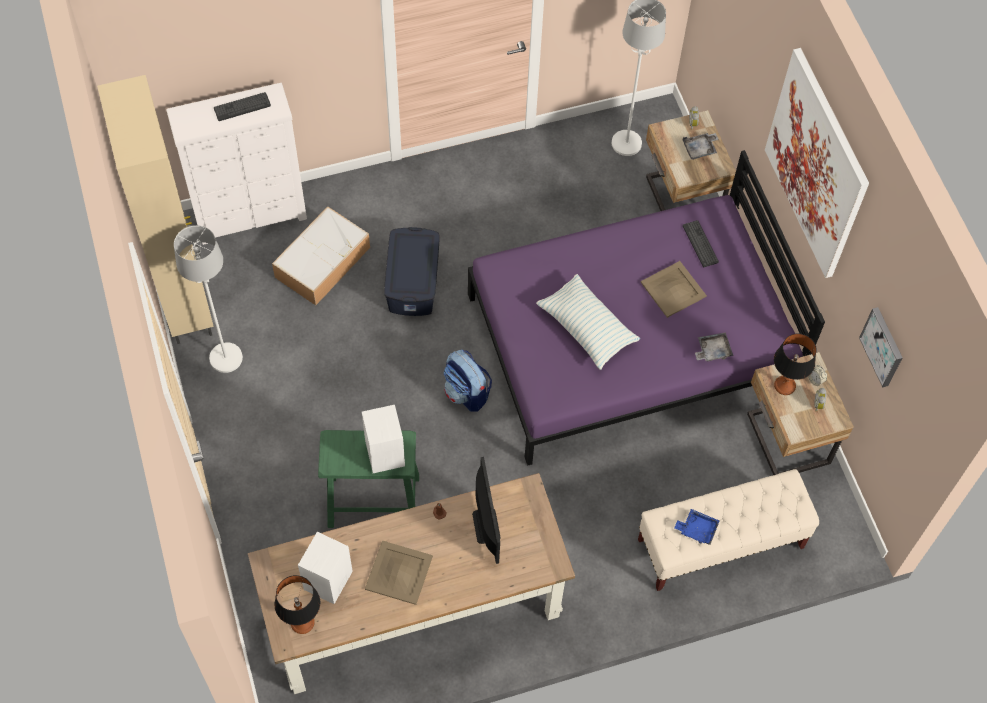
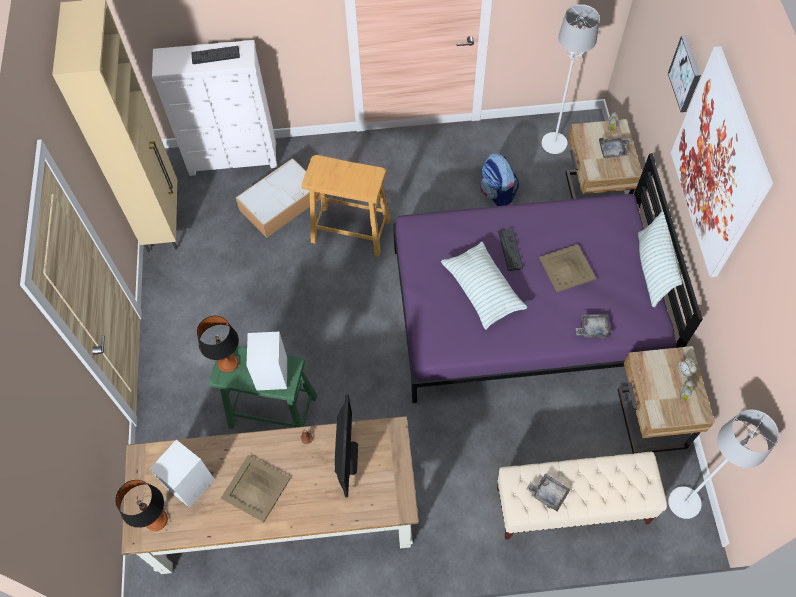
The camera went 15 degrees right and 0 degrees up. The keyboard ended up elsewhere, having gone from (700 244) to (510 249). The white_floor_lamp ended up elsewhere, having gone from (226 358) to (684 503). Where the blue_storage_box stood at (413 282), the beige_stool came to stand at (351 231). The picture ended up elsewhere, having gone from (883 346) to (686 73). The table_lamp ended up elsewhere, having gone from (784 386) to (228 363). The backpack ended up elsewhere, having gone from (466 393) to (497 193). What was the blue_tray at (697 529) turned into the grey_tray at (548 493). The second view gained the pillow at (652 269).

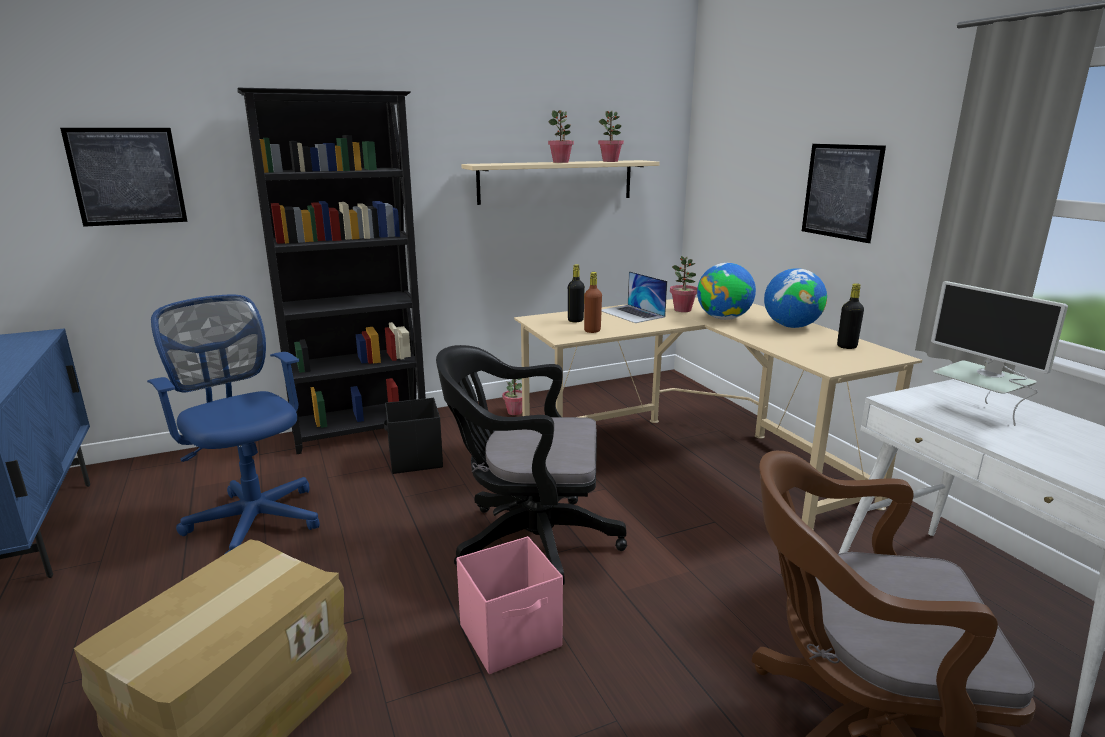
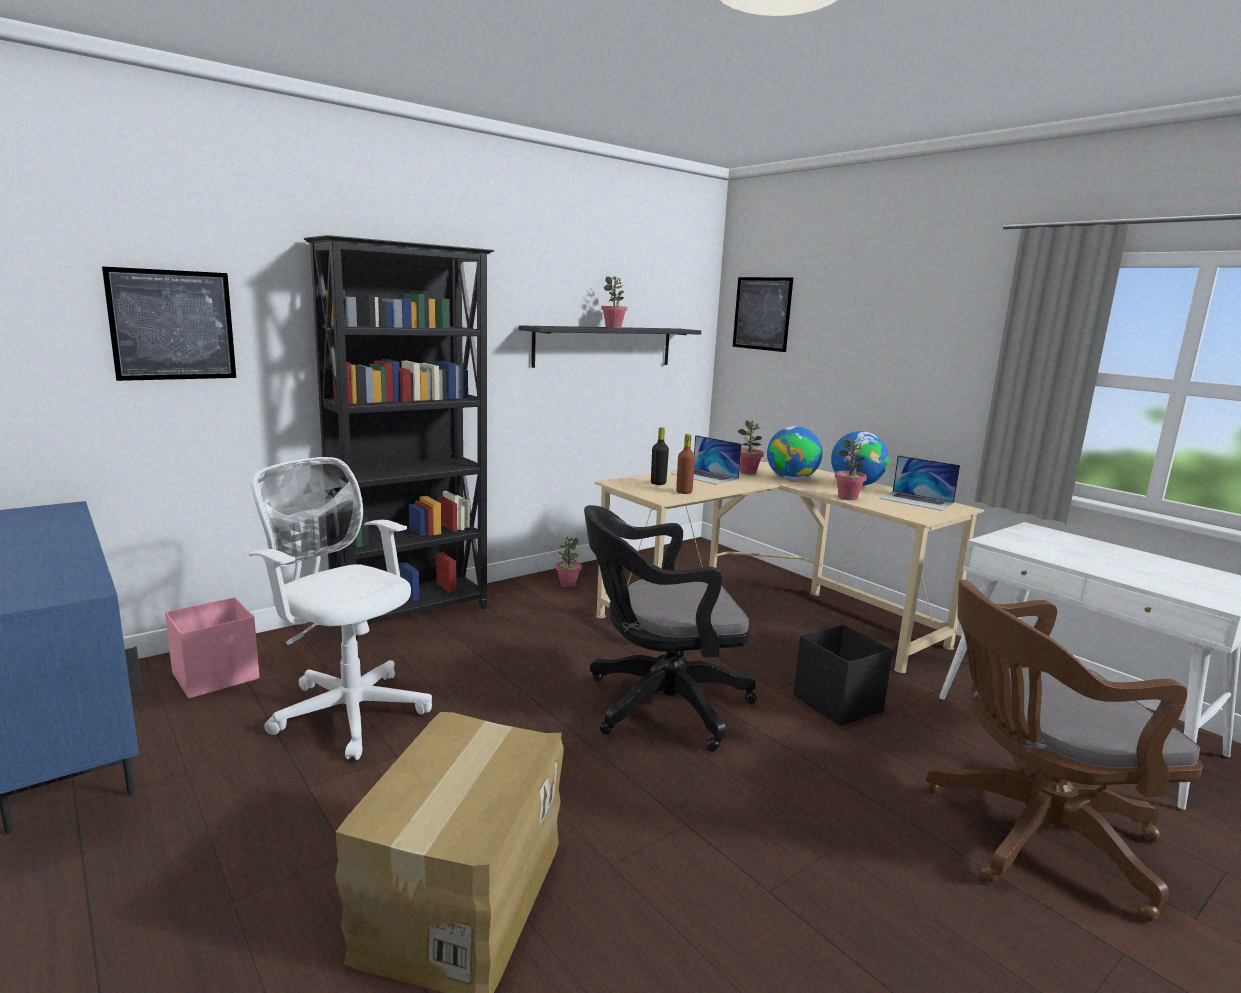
The camera went 15 degrees left and 5 degrees down. The potted_plant ended up elsewhere, having gone from (610 161) to (847 498). The picture ended up elsewhere, having gone from (841 191) to (762 313). What was the beige_shelf at (556 181) turned into the black_shelf at (604 346). The second view lost the monitor at (977 413). Where the black_bottle stood at (846 346), the laptop came to stand at (916 500). What was the blue_office_chair at (254 519) turned into the white_office_chair at (347 709). The black_storage_box ended up elsewhere, having gone from (415 459) to (838 704). The pink_storage_box ended up elsewhere, having gone from (512 636) to (217 676).

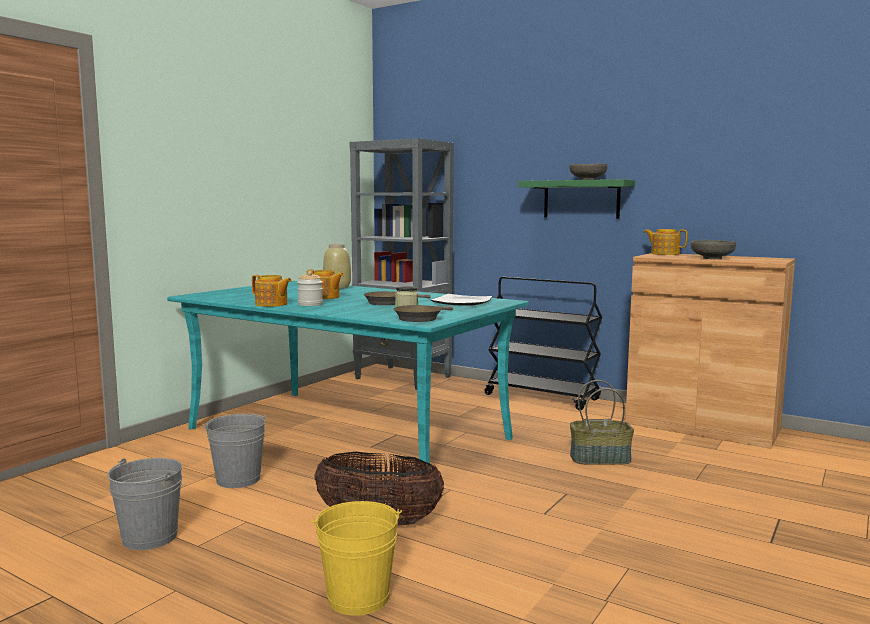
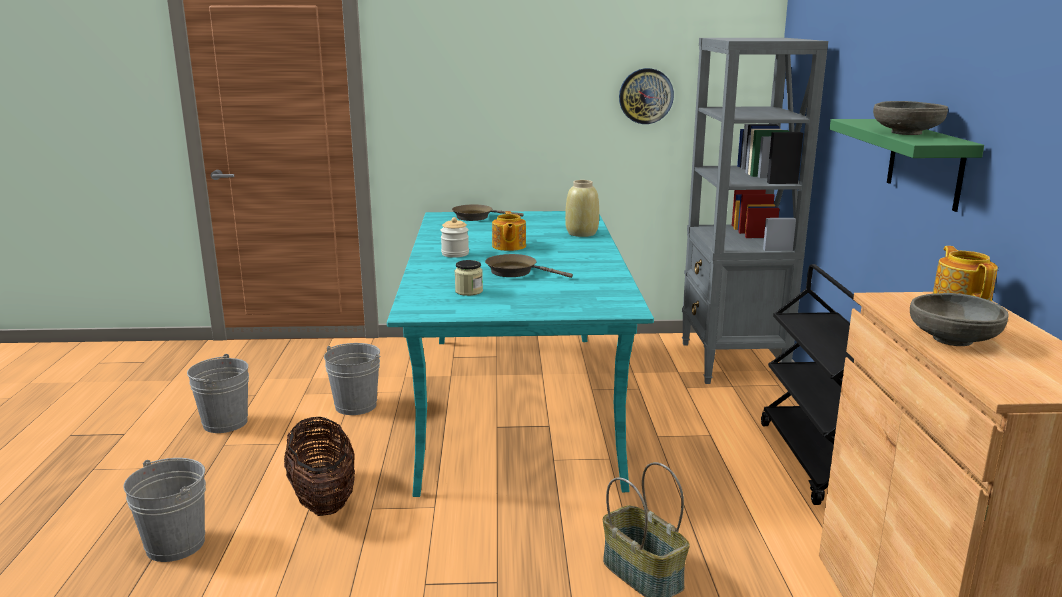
The camera went 55 degrees right and 10 degrees up. The second view lost the teapot at (271 304). The second view lost the plate at (461 302). The brown_frying_pan ended up elsewhere, having gone from (420 318) to (476 217). What was the yellow_bucket at (358 598) turned into the grey_bucket at (175 544). The second view gained the wall_clock at (646 96).

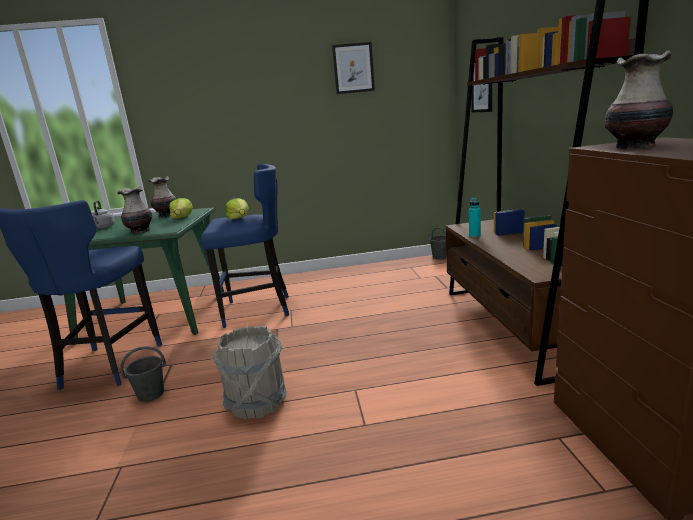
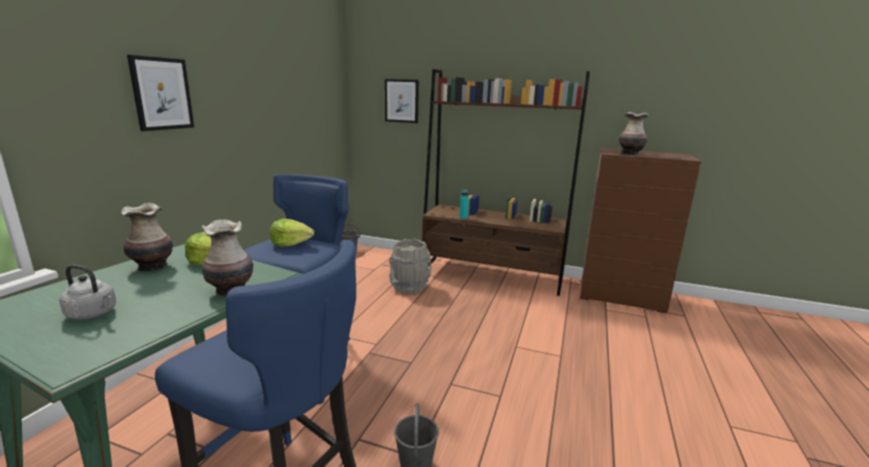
The camera went 65 degrees left and 0 degrees up. The picture ended up elsewhere, having gone from (353 68) to (162 94). The grey_bucket ended up elsewhere, having gone from (257 403) to (409 287).

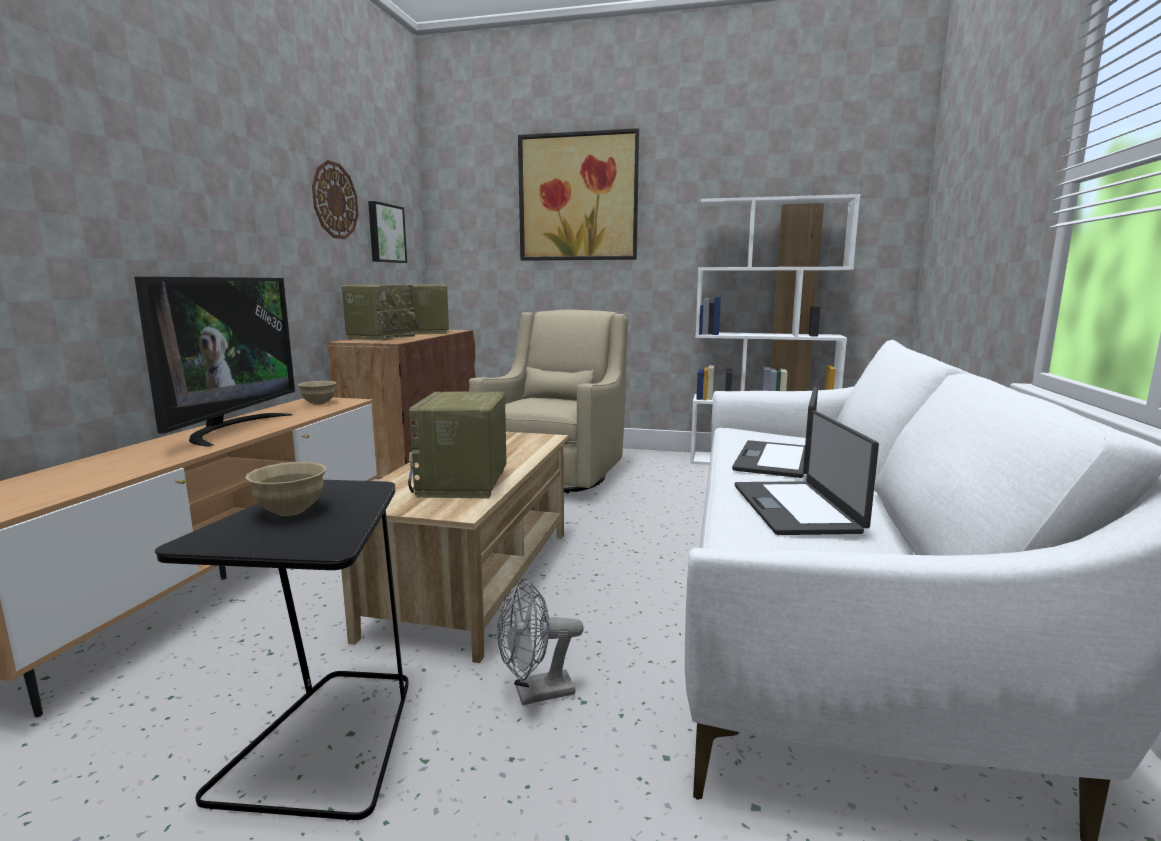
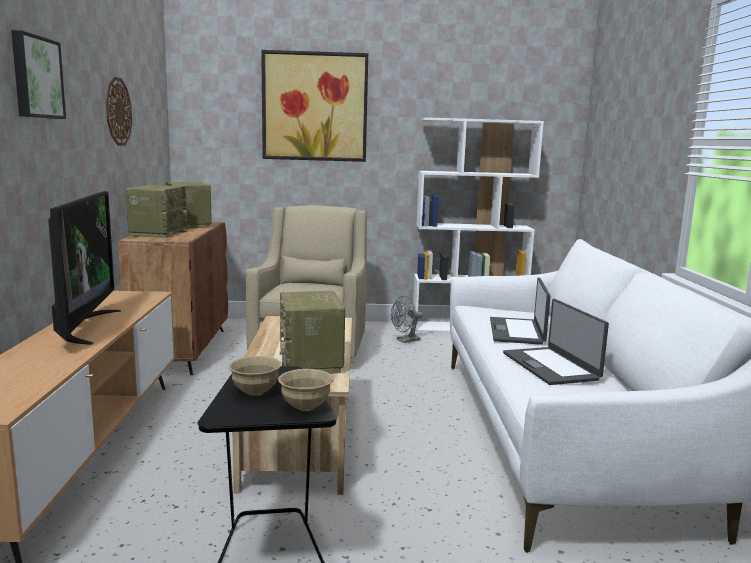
The camera went 15 degrees left and 0 degrees up. The picture ended up elsewhere, having gone from (385 233) to (35 77). The beige_bowl ended up elsewhere, having gone from (319 403) to (305 407). The grey_fan ended up elsewhere, having gone from (535 694) to (405 341).

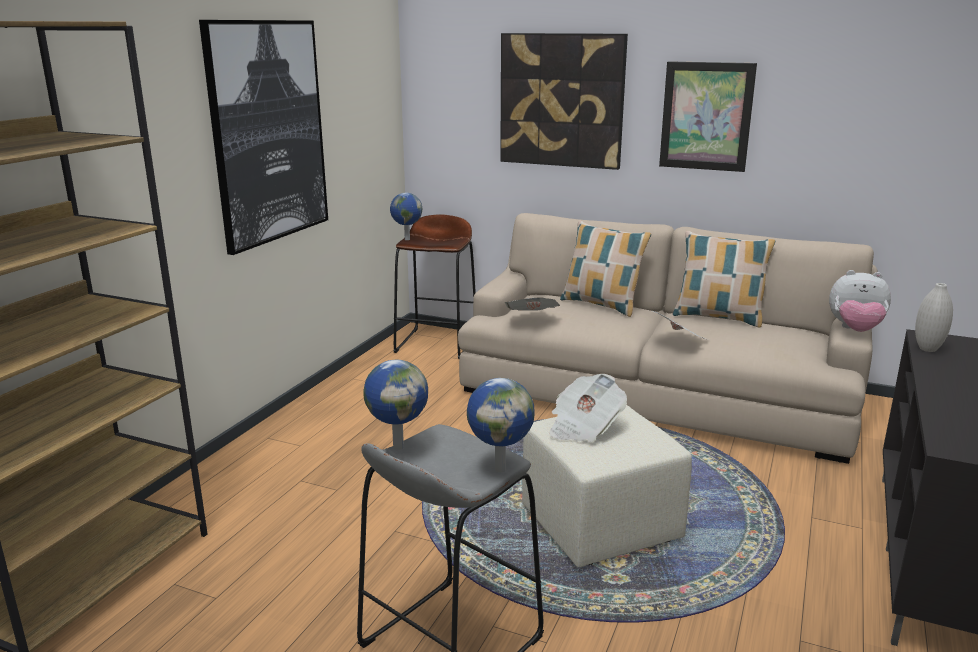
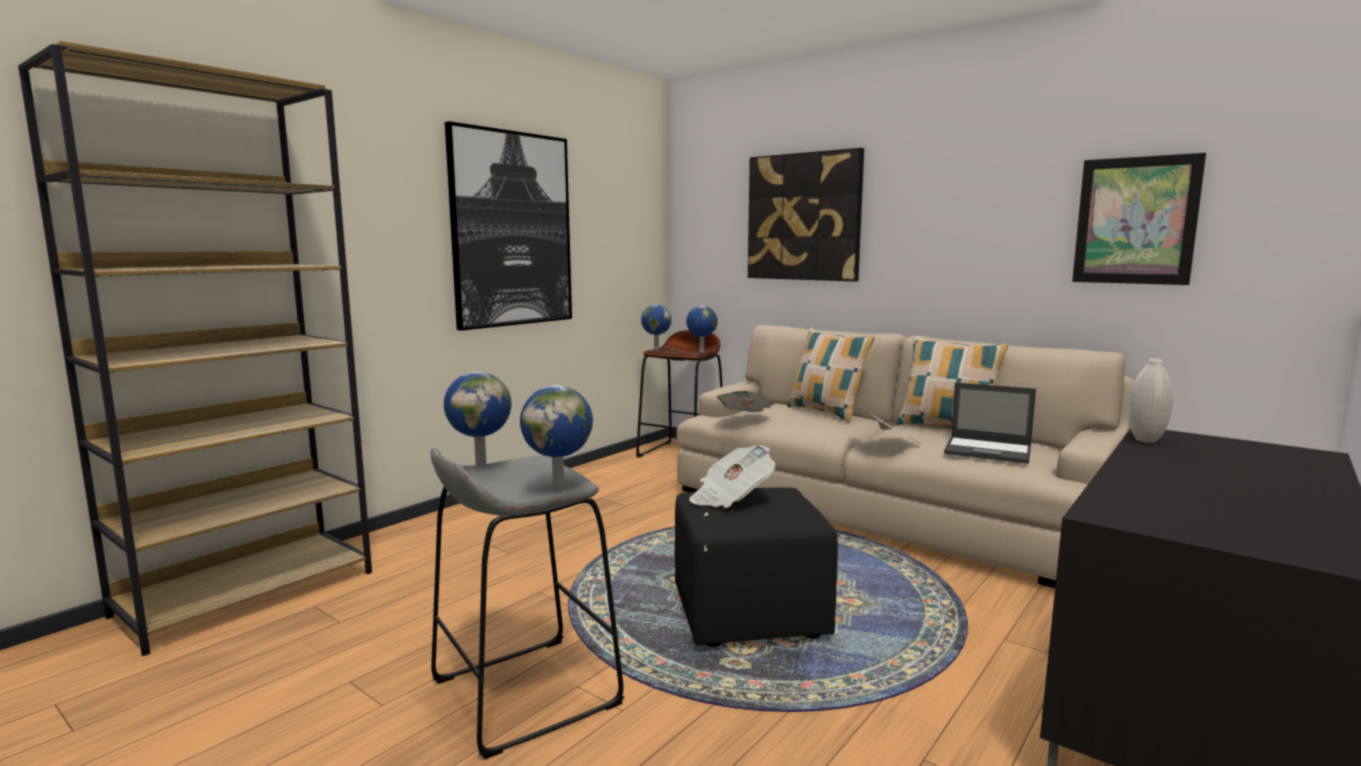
The camera went 15 degrees right and 10 degrees down. The picture ended up elsewhere, having gone from (706 116) to (1135 221). The second view lost the plush_toy at (855 330). What was the beige_ottoman at (599 527) turned into the black_ottoman at (747 615). The second view gained the globe at (701 351). The second view gained the laptop at (989 451).

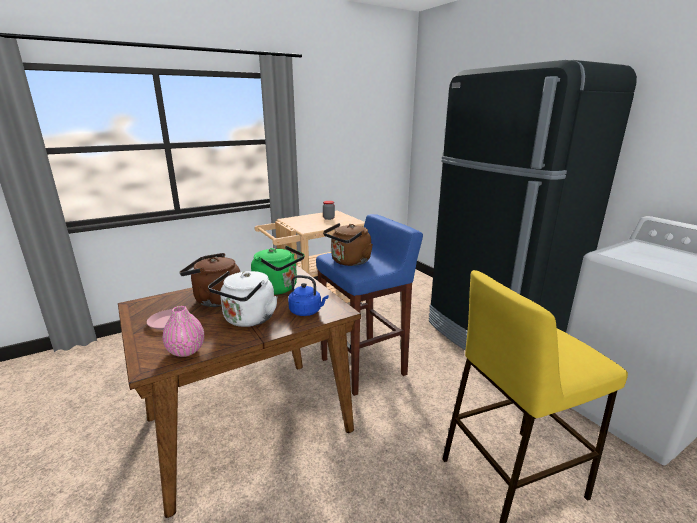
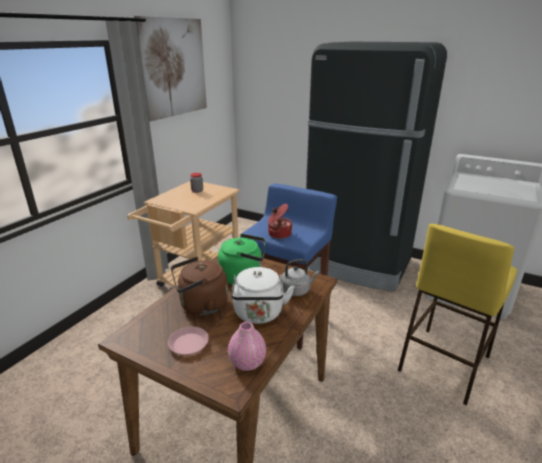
The camera went 30 degrees left and 5 degrees up. Where the brown_kettle stood at (349 262), the cooking_pot came to stand at (279 234). What was the blue_kettle at (307 311) turned into the grey_kettle at (297 290). The second view gained the picture at (174 68).

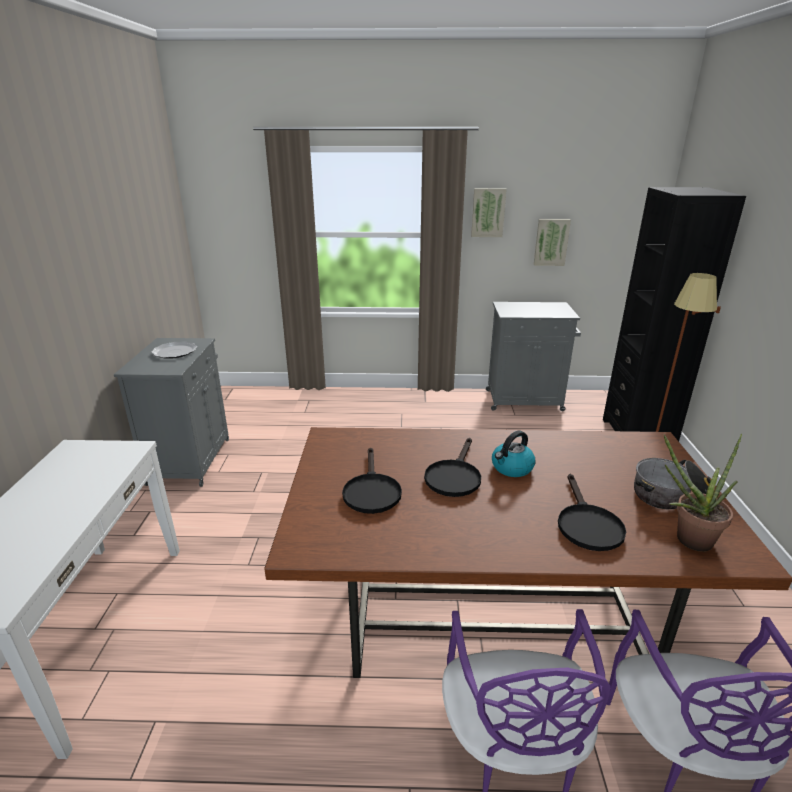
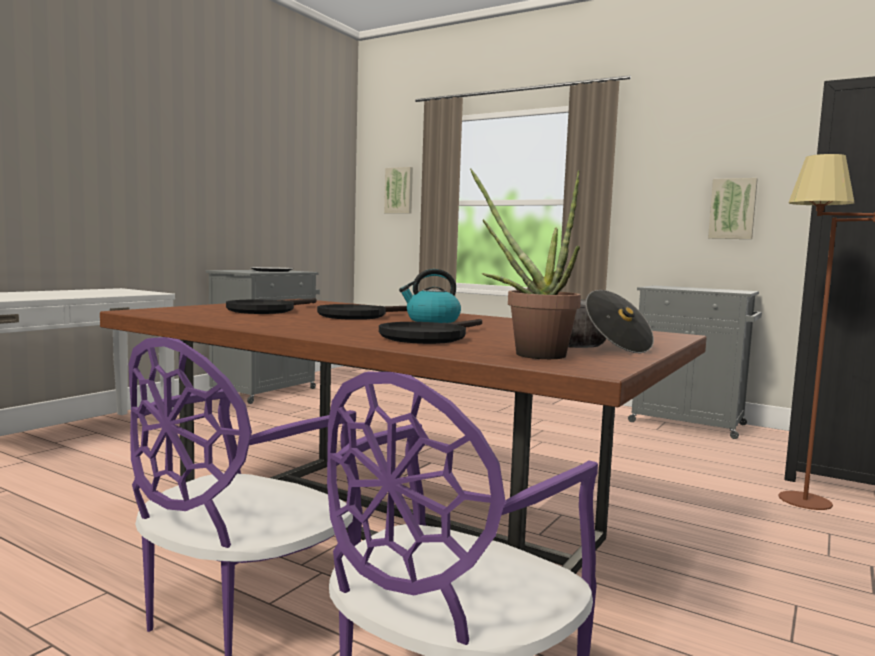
The camera went 30 degrees right and 20 degrees down. The picture ended up elsewhere, having gone from (488 212) to (399 190).

